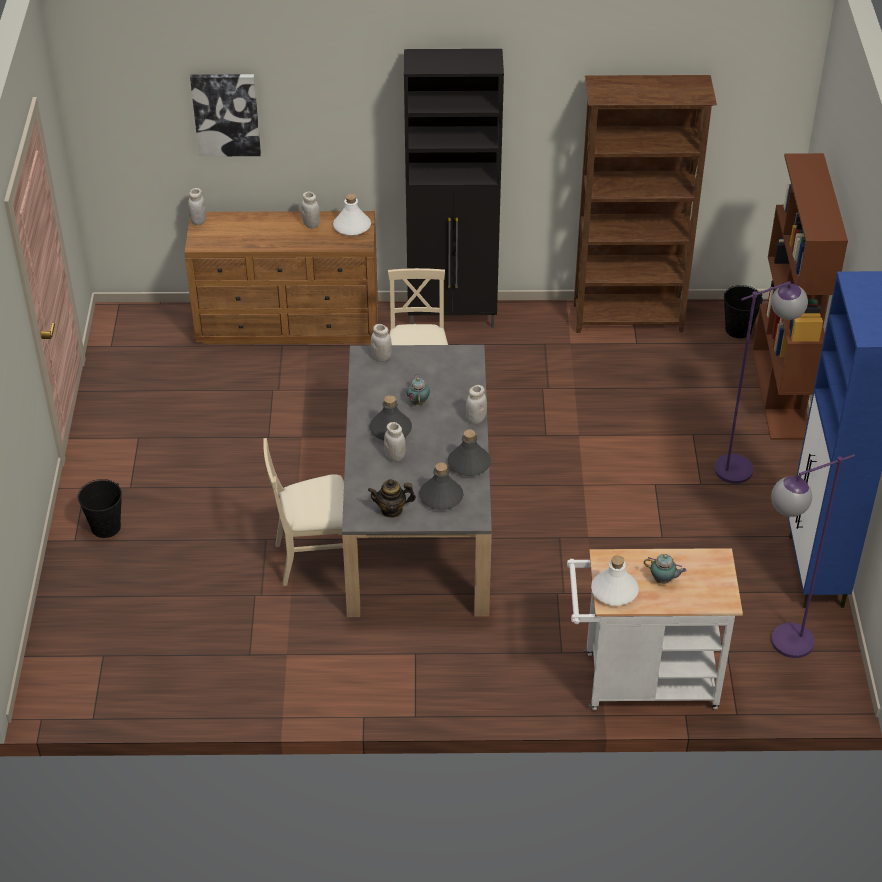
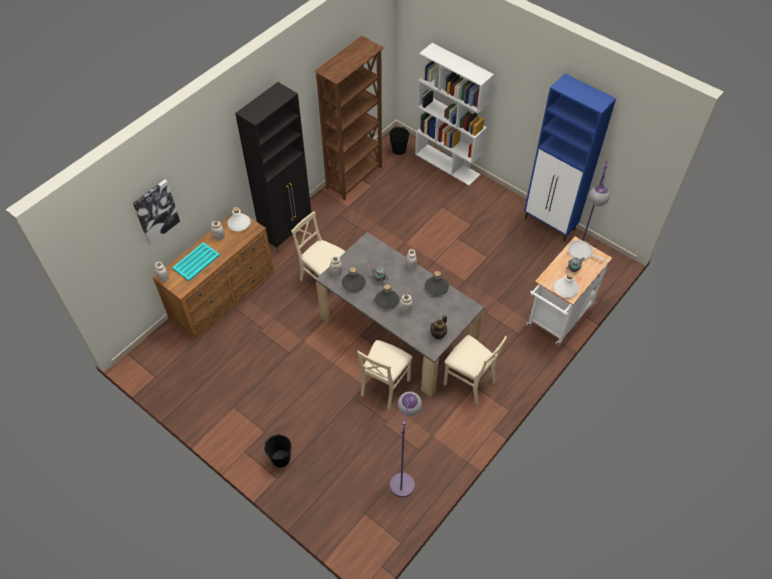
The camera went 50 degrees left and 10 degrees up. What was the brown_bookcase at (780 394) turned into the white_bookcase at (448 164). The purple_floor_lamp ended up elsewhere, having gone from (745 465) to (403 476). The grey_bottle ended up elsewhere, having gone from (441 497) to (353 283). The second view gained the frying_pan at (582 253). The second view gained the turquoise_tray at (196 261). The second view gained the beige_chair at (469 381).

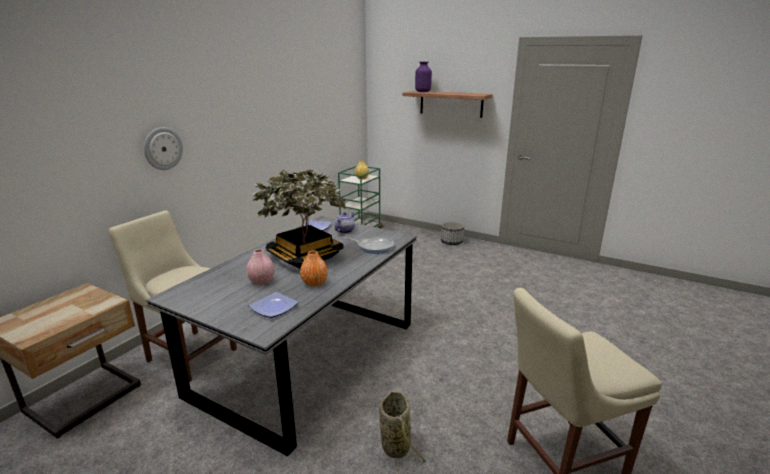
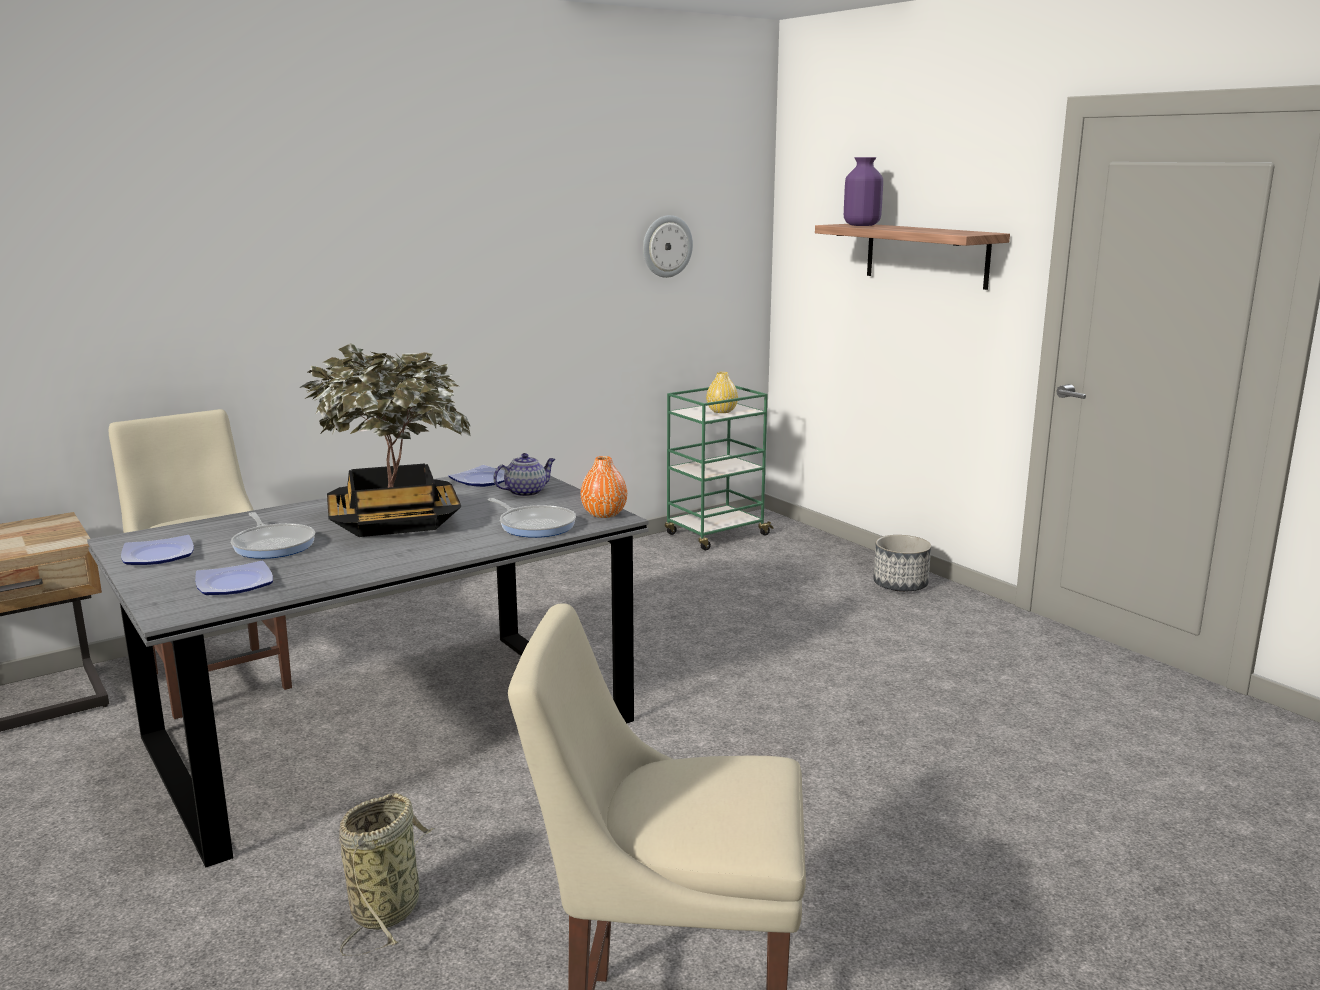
The camera went 25 degrees right and 5 degrees down. The wall_clock ended up elsewhere, having gone from (163 148) to (666 246). Where the pink_vase stood at (261 281), the frying_pan came to stand at (273 545). The orange_vase ended up elsewhere, having gone from (314 283) to (604 514). The second view gained the plate at (157 555).

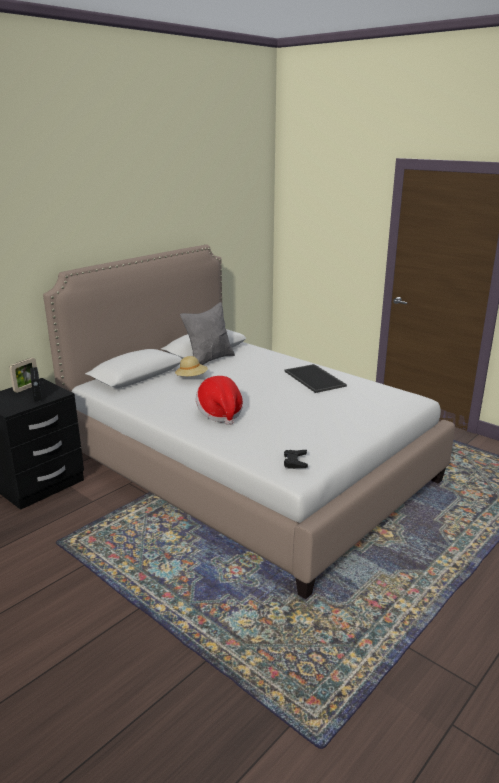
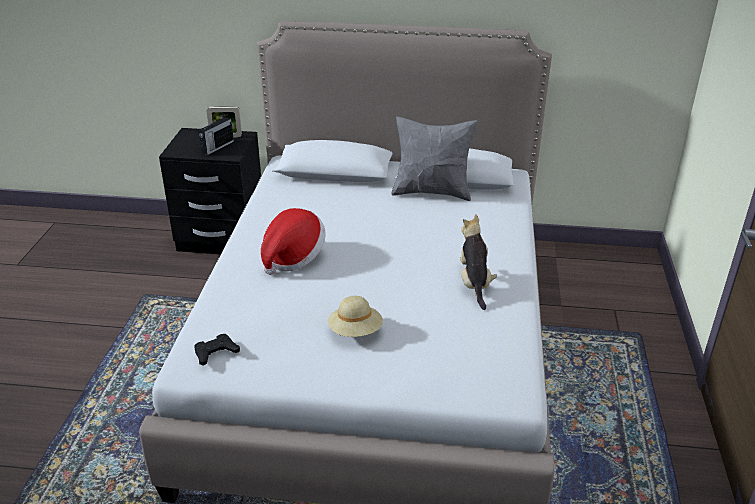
The camera went 55 degrees right and 10 degrees up. The beige_hat ended up elsewhere, having gone from (191 378) to (355 331). Where the tray stood at (315 378), the plush_toy came to stand at (474 283).

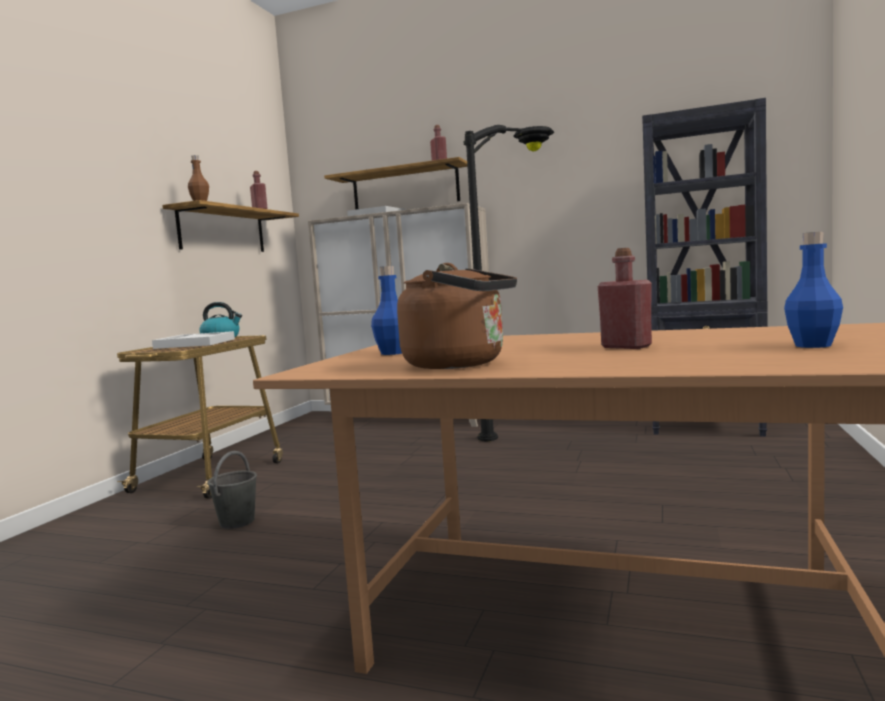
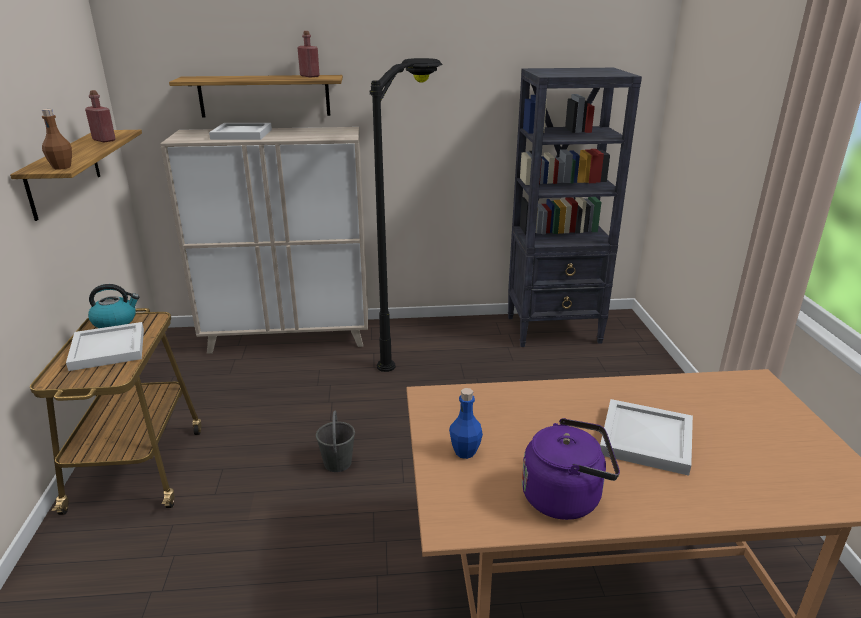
The camera went 25 degrees left and 20 degrees up. The second view lost the blue_bottle at (812 345). Where the red_bottle stood at (626 347), the white_tray came to stand at (647 440). What was the brown_kettle at (461 364) turned into the purple_kettle at (566 497). The grey_bucket ended up elsewhere, having gone from (237 521) to (337 462).

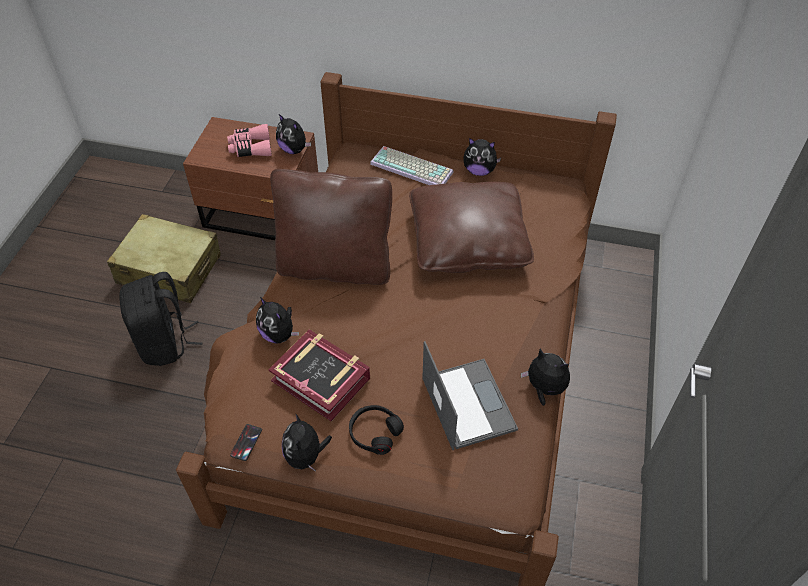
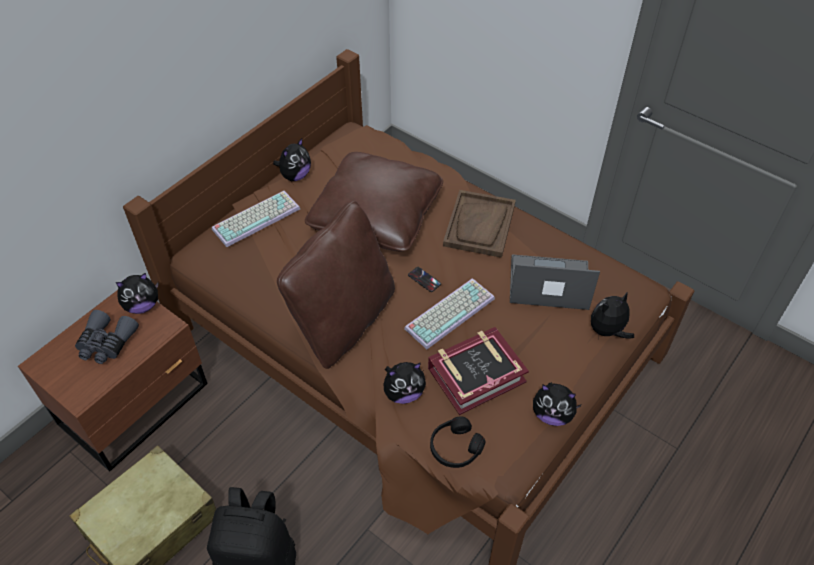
The camera went 65 degrees left and 0 degrees up. What was the pink_binoculars at (250 148) turned into the grey_binoculars at (106 343). The plush_toy ended up elsewhere, having gone from (544 389) to (607 331). The black_headphones ended up elsewhere, having gone from (374 433) to (455 447). The phone ended up elsewhere, having gone from (246 442) to (424 279). The second view gained the brown_tray at (479 225). The second view gained the keyboard at (449 312).

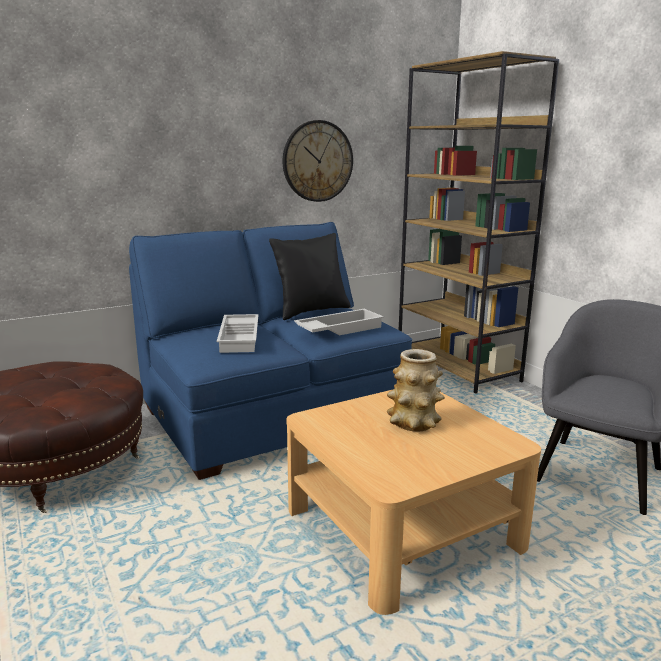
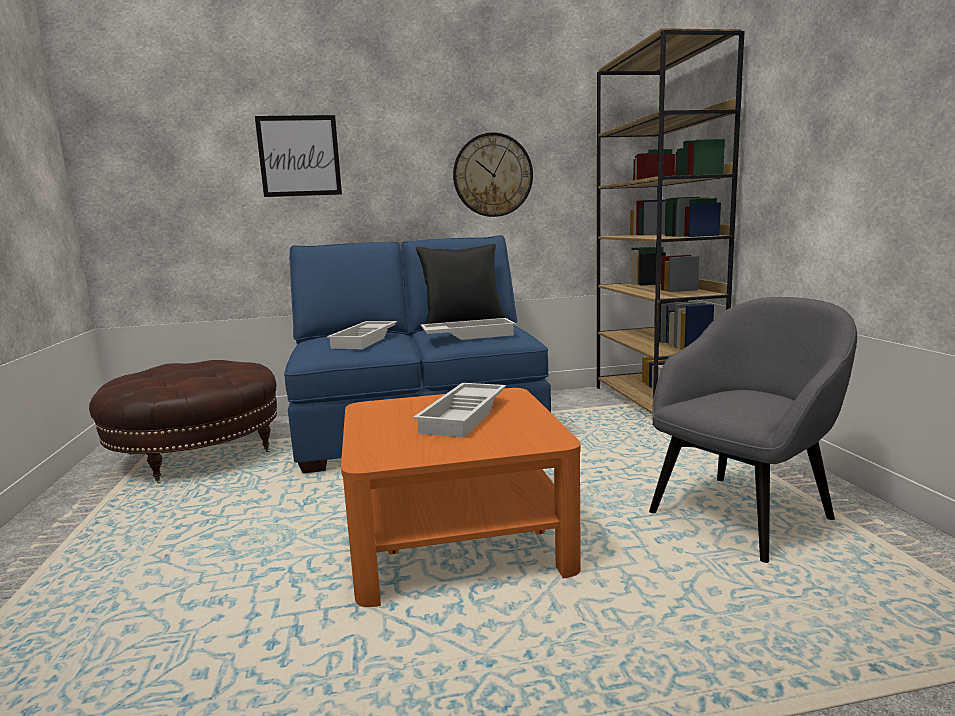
The camera went 20 degrees right and 5 degrees down. Where the vase stood at (413 423), the white_tray came to stand at (465 416). What was the beige_coffee_table at (403 527) turned into the orange_coffee_table at (457 535). The second view gained the picture at (299 156).

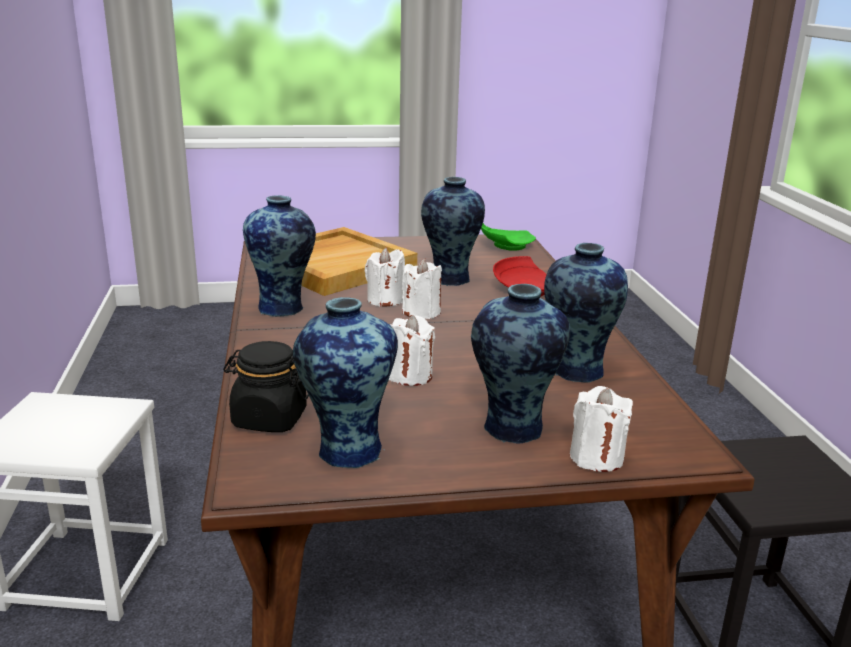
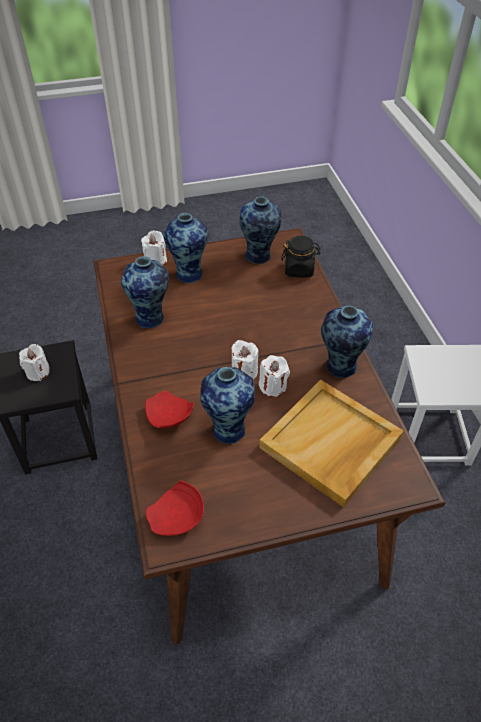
The camera went 175 degrees right and 25 degrees up. What was the green_plate at (505 246) turned into the red_plate at (177 517). The white_candle ended up elsewhere, having gone from (410 376) to (38 372).

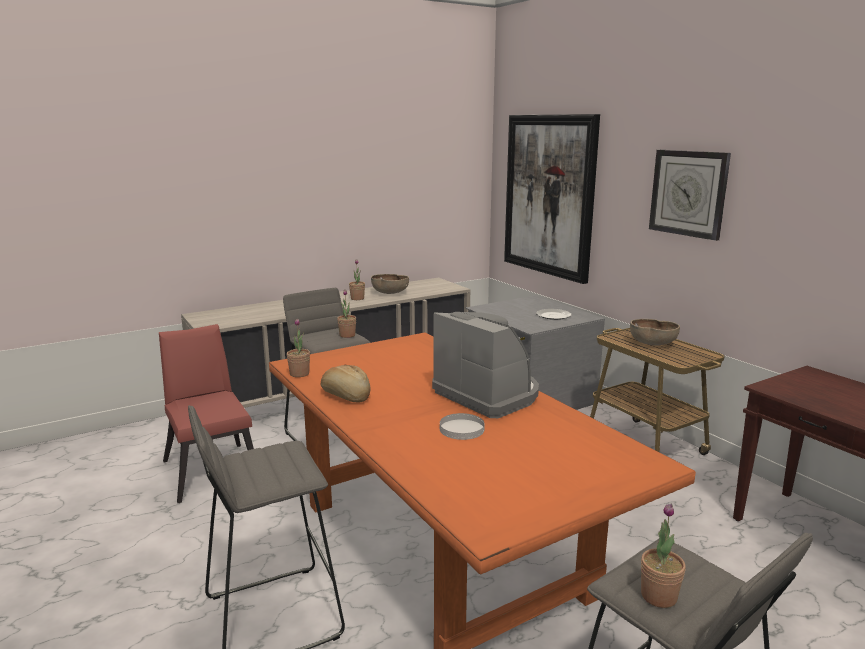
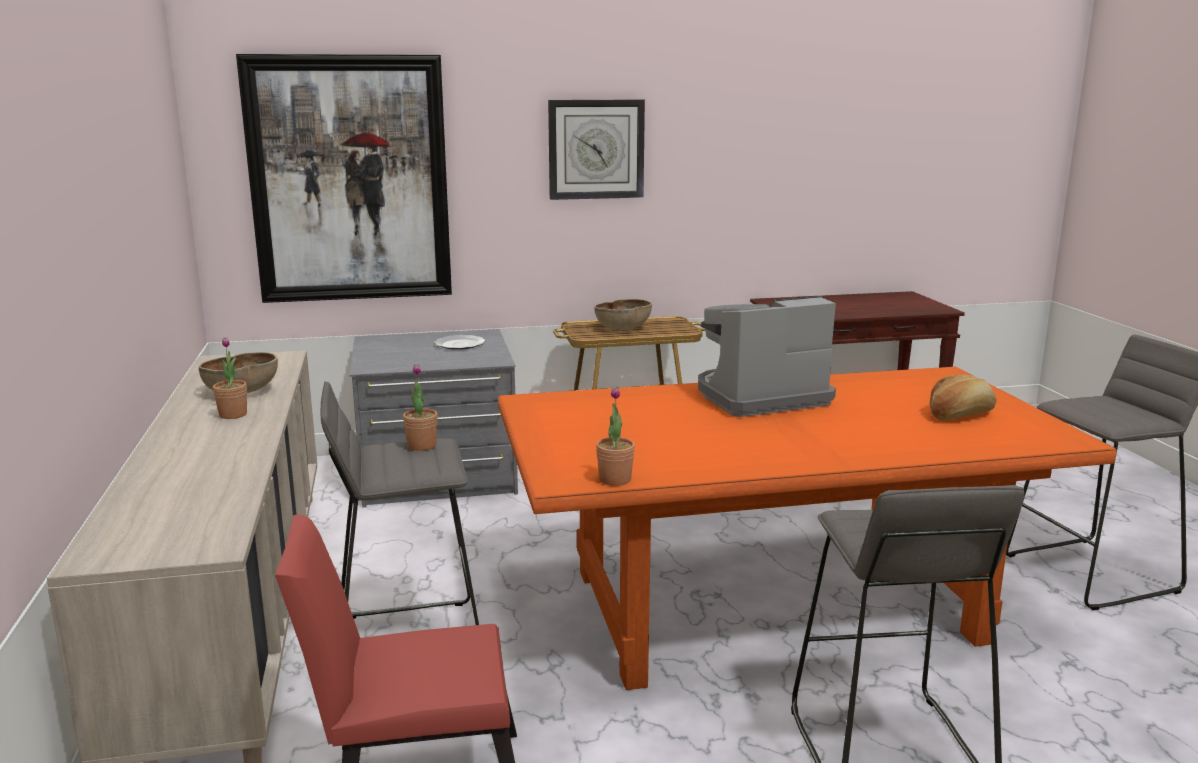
The camera went 70 degrees left and 0 degrees up. The bread ended up elsewhere, having gone from (346 396) to (960 415). The second view lost the white_plate at (461 429). The second view lost the potted_plant at (659 596).

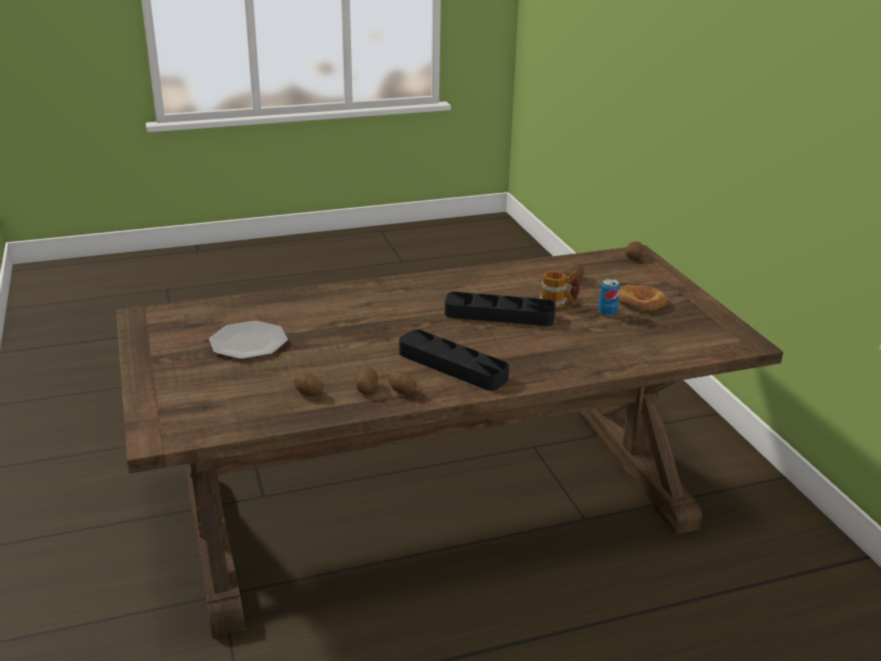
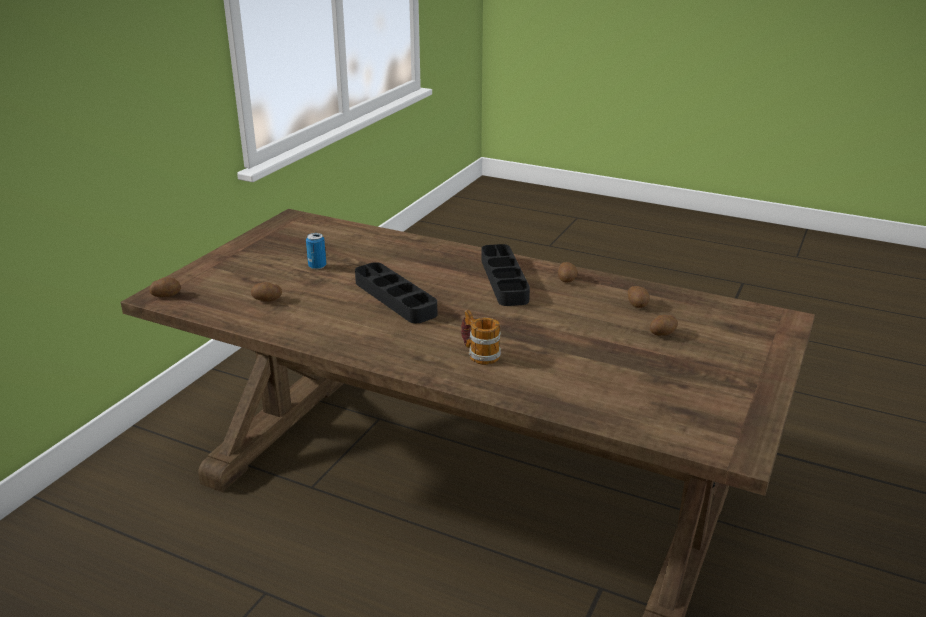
The camera went 135 degrees left and 0 degrees up. The mug ended up elsewhere, having gone from (558 303) to (479 354). The second view lost the bread at (641 302). The second view lost the plate at (248 342). The potato ended up elsewhere, having gone from (366 388) to (663 333).

